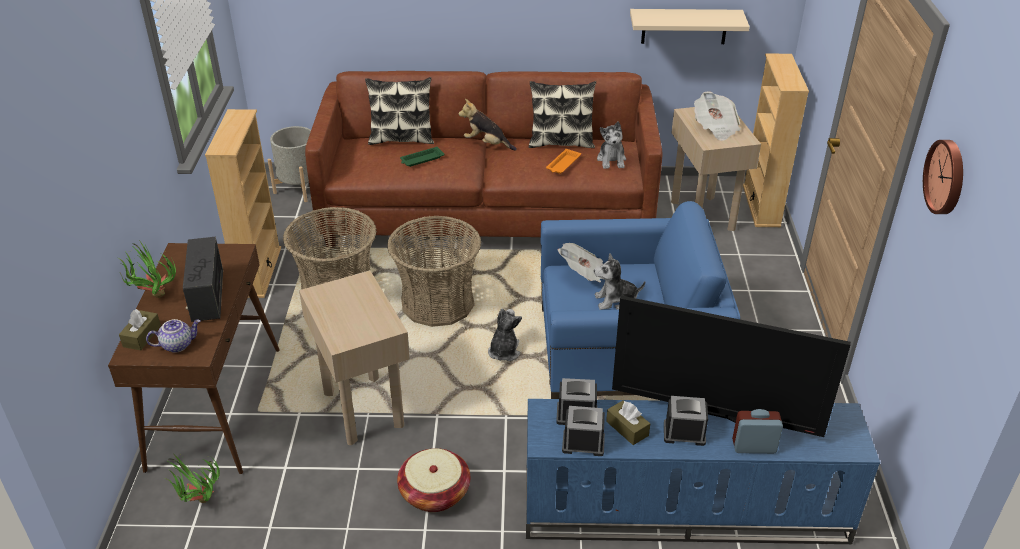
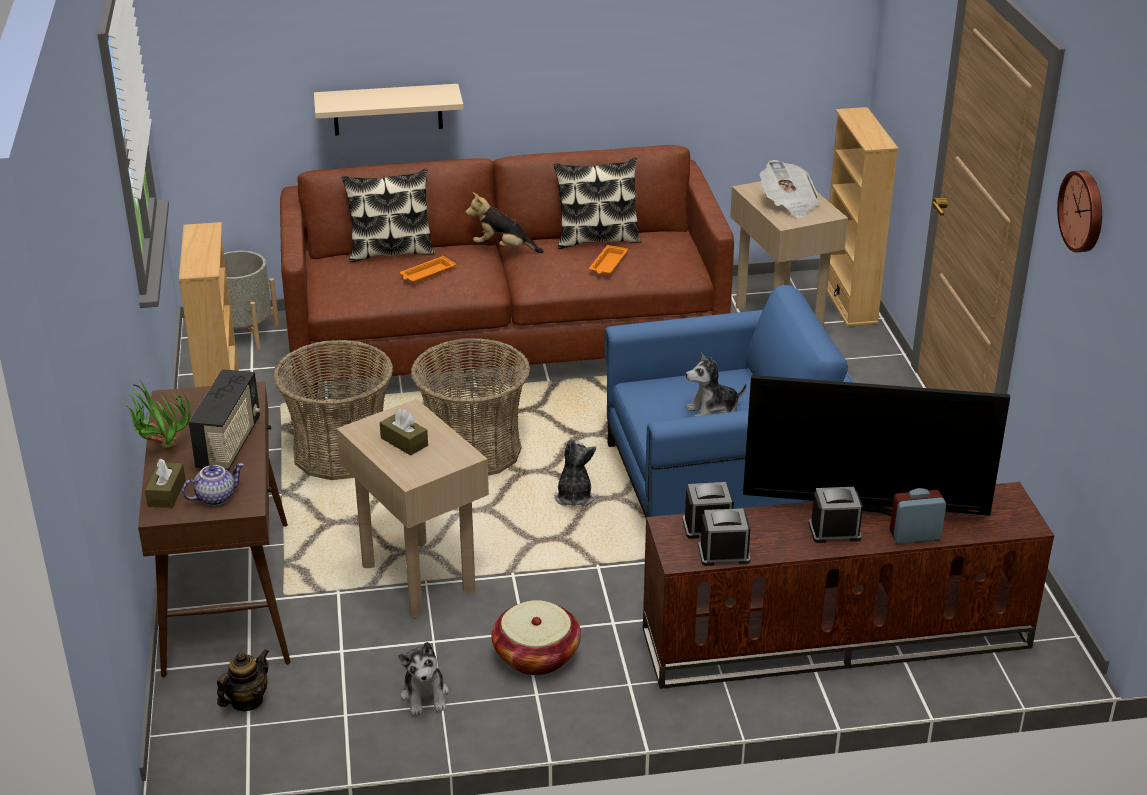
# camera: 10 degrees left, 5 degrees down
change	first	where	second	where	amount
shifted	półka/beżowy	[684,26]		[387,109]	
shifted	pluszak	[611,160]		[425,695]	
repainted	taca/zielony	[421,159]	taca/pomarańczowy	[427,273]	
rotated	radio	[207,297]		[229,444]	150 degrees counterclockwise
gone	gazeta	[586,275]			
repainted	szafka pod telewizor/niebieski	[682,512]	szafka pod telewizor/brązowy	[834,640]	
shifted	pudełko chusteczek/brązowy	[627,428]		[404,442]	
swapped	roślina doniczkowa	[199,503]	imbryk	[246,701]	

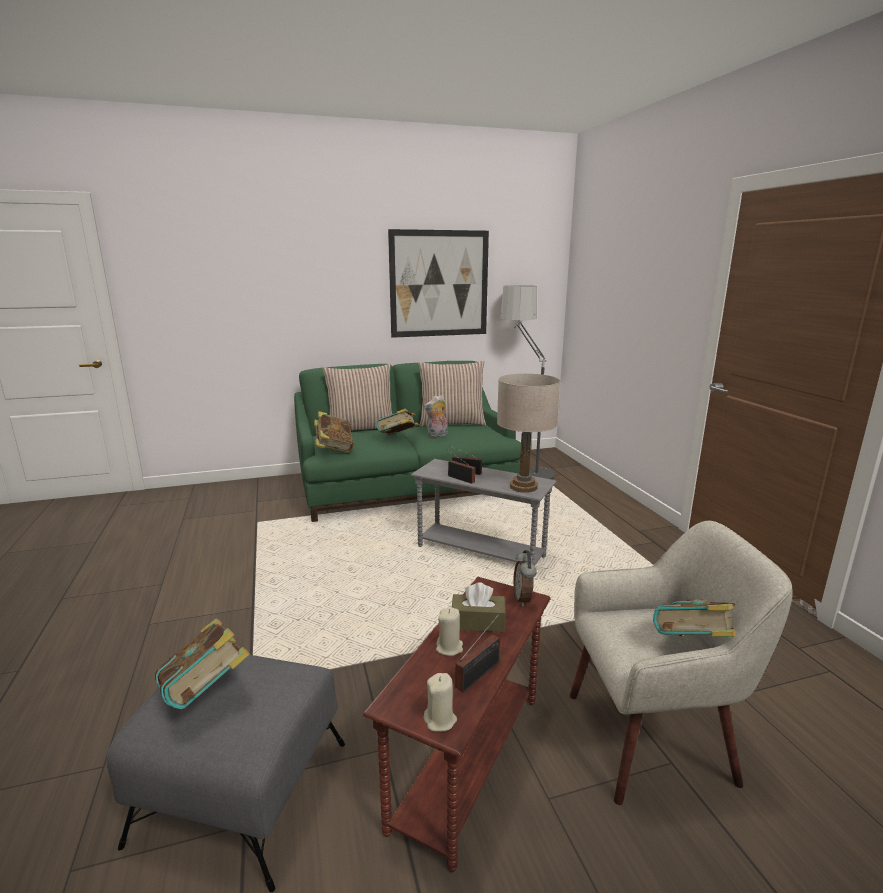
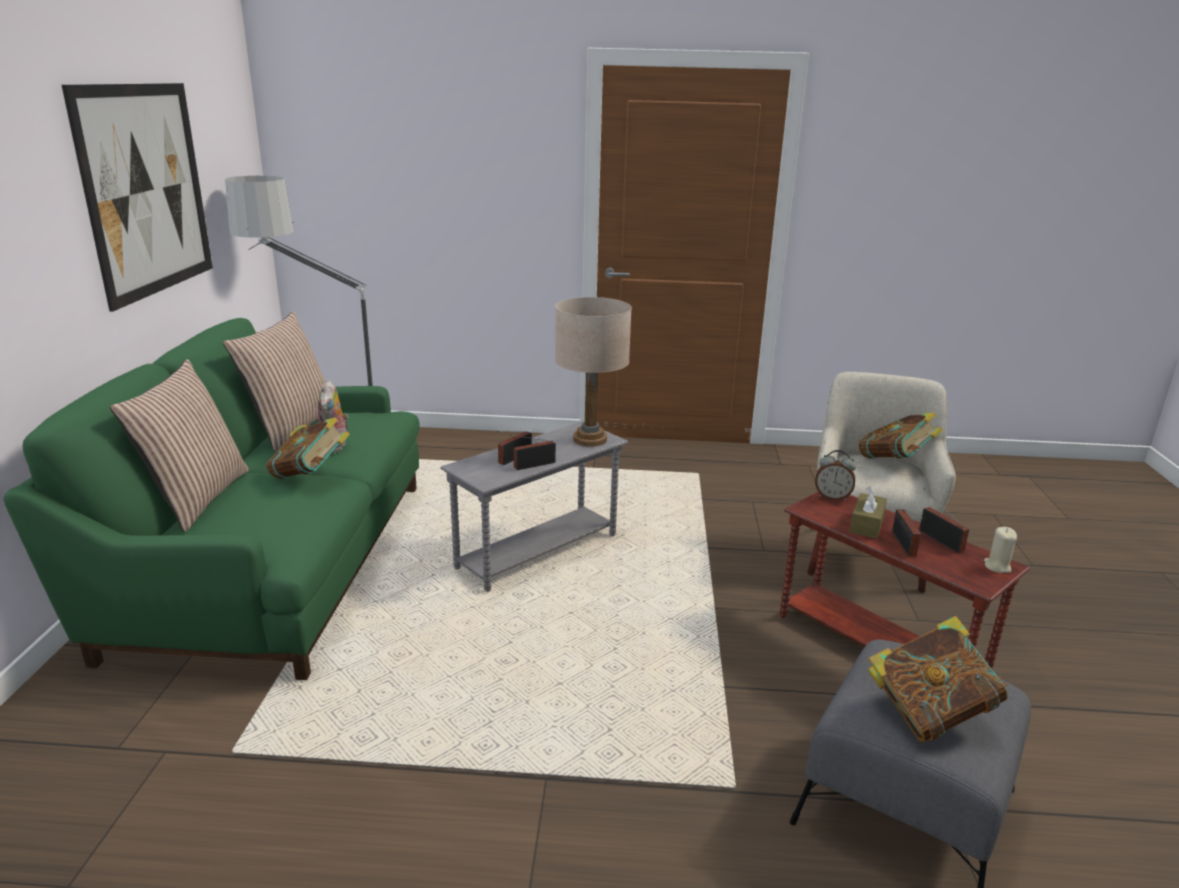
# camera: 70 degrees left, 5 degrees up
change	first	where	second	where	amount
gone	książka	[334,449]			
swapped	świeca/beżowy	[449,648]	radio	[904,545]	

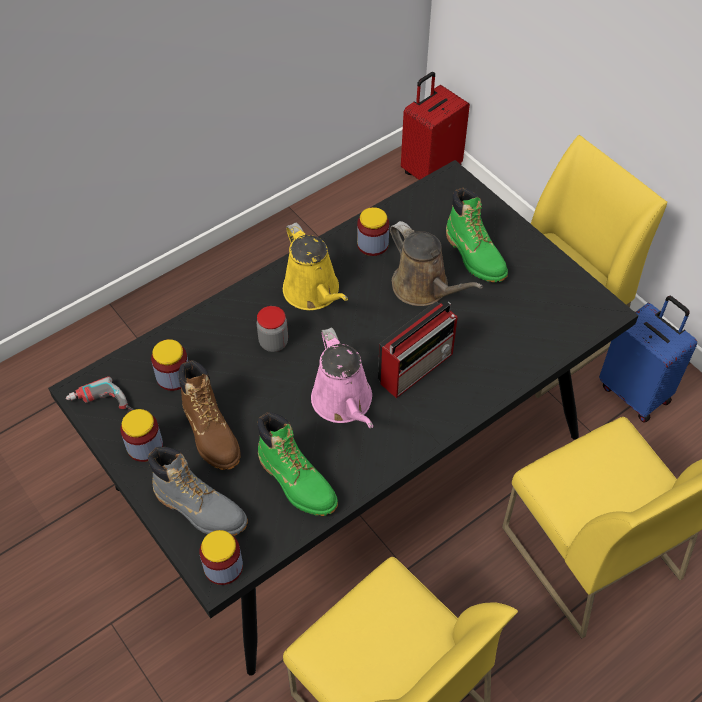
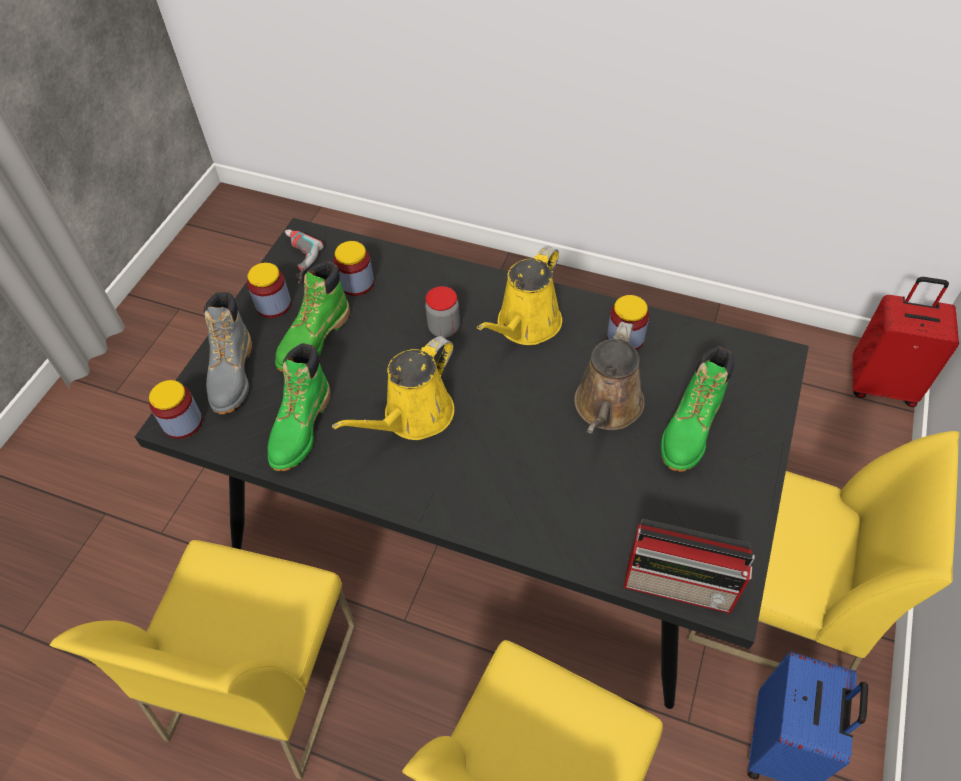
# camera: 60 degrees right, 0 degrees up
change	first	where	second	where	amount
shifted	radio	[417,366]		[681,585]	
repainted	konewka/różowy	[344,403]	konewka/żółty	[413,417]	
repainted	but z cholewką/brązowy	[211,433]	but z cholewką/zielony	[314,340]	

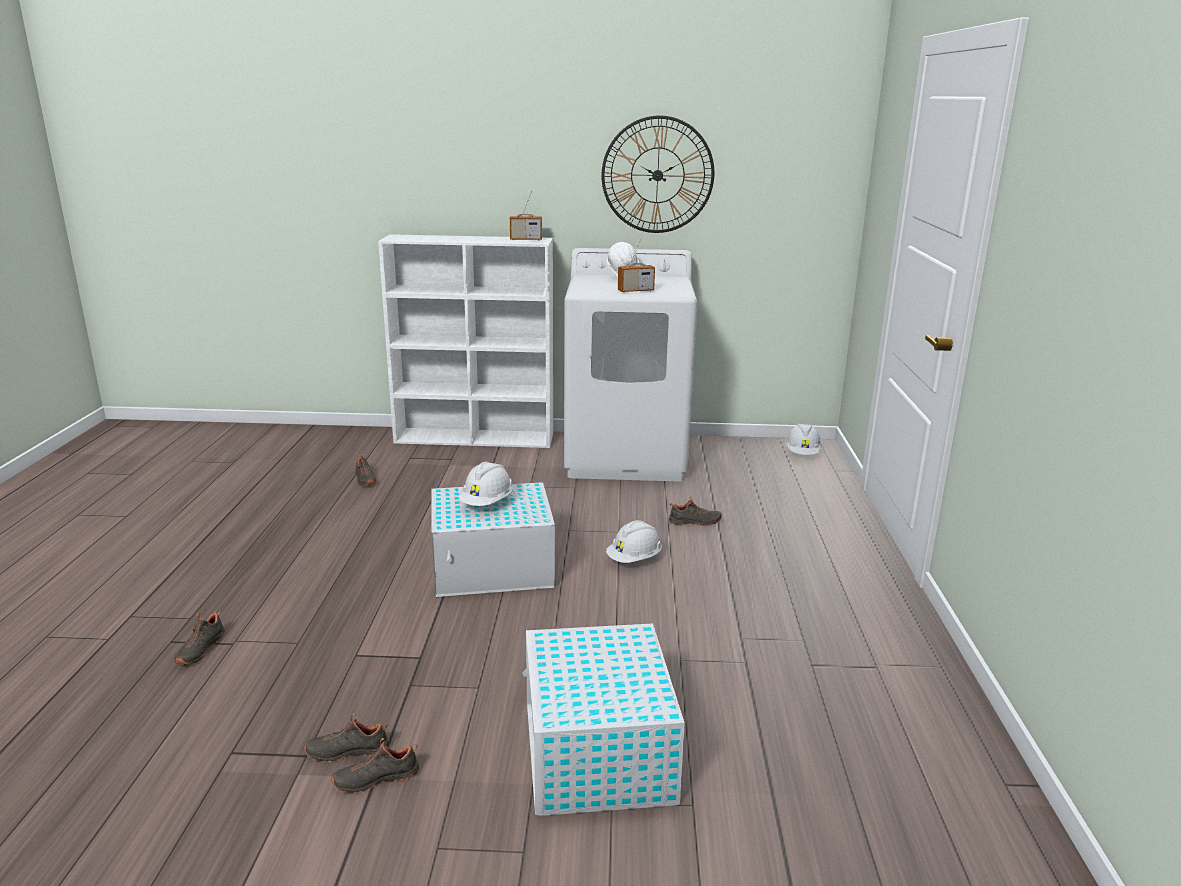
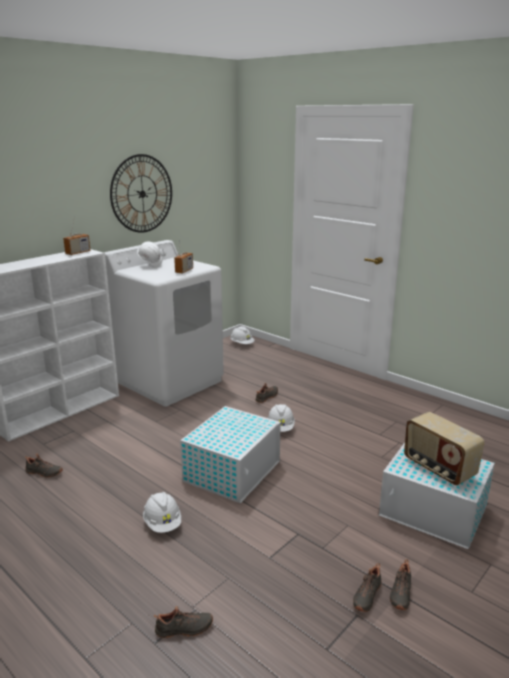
# camera: 50 degrees left, 0 degrees up
change	first	where	second	where	amount
shifted	kask/biały	[487,503]		[163,523]	
rotated	but/czarny	[199,649]		[184,629]	60 degrees counterclockwise
new			radio	[438,468]	

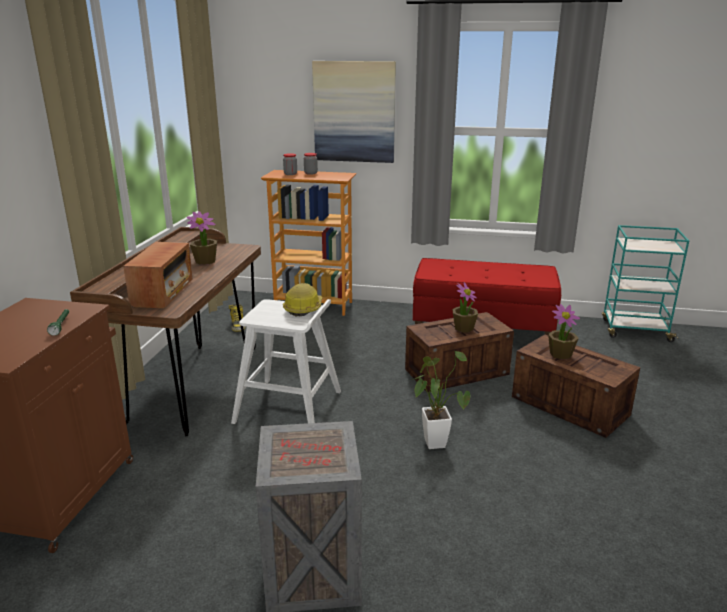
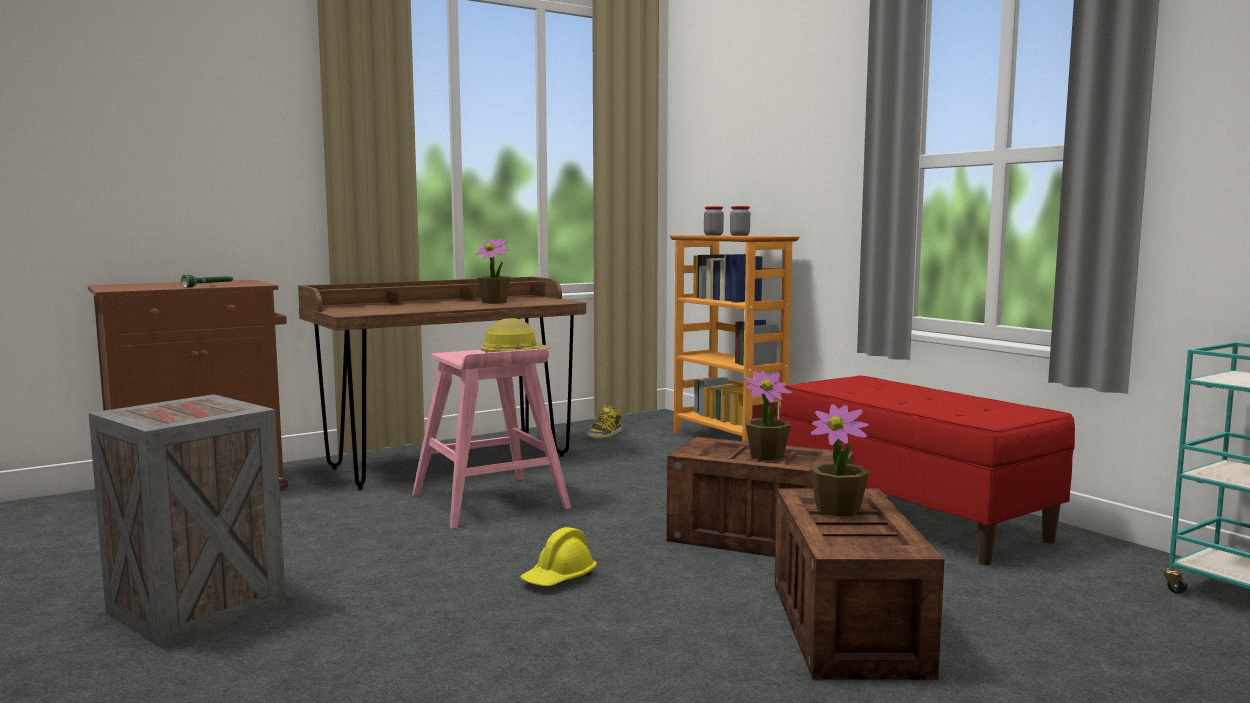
# camera: 45 degrees right, 15 degrees down
change	first	where	second	where	amount
gone	obraz	[354,112]			
gone	radio	[163,293]			
repainted	stołek/biały	[289,407]	stołek/różowy	[490,501]	
swapped	roślina doniczkowa	[434,440]	kask/żółty	[559,578]	

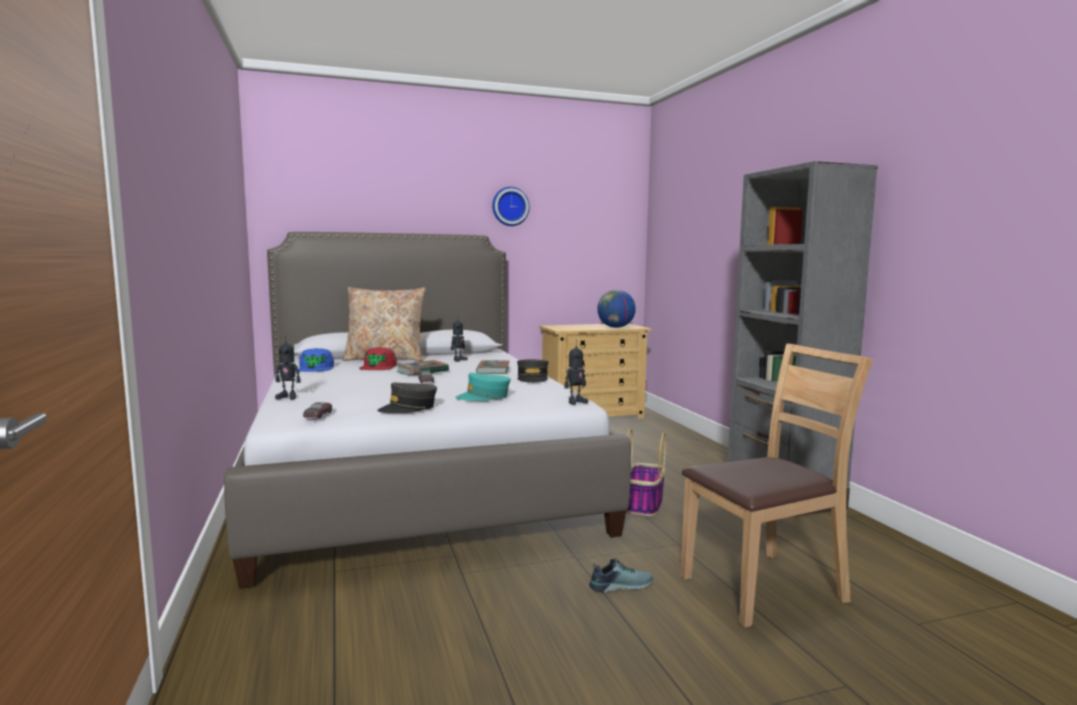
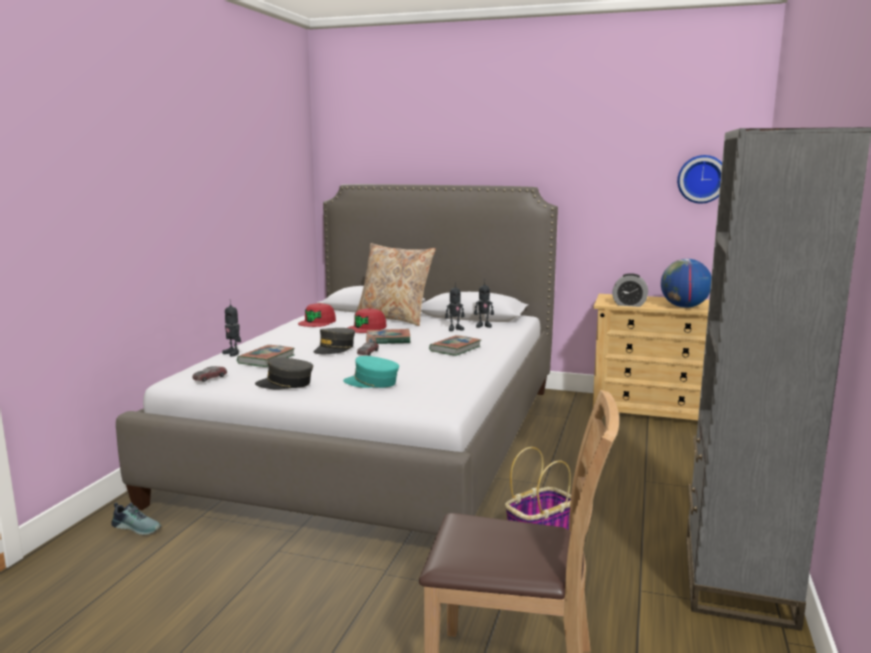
# camera: 35 degrees right, 5 degrees up
change	first	where	second	where	amount
shifted	zegar ścienny	[510,206]		[702,179]	
shifted	robot zabawkowy	[575,402]		[483,326]	
repainted	czapka z daszkiem/niebieski	[316,368]	czapka z daszkiem/czerwony	[317,322]	
shifted	czapka z daszkiem/szary	[532,378]		[334,348]	
shifted	but	[620,585]		[137,527]	
new			budzik	[629,305]	
new			książka	[266,359]	

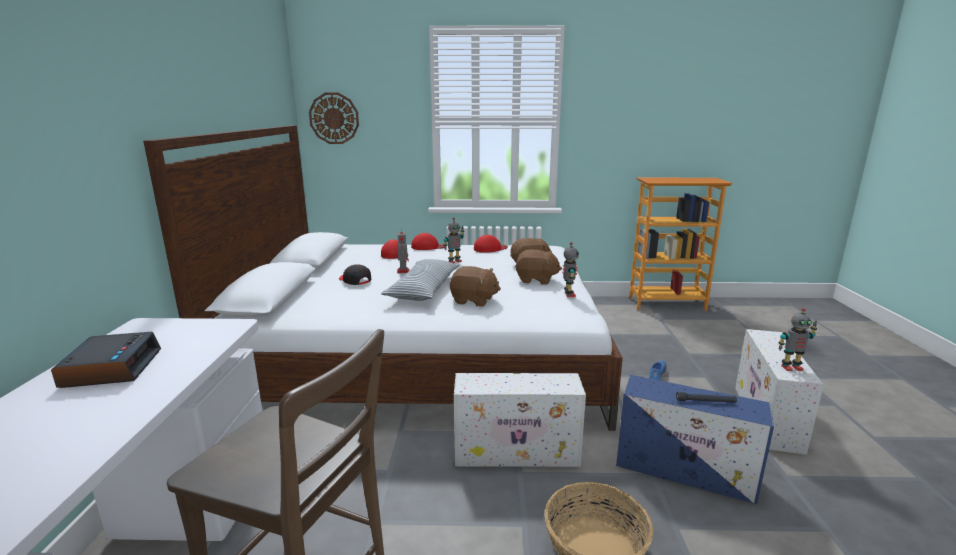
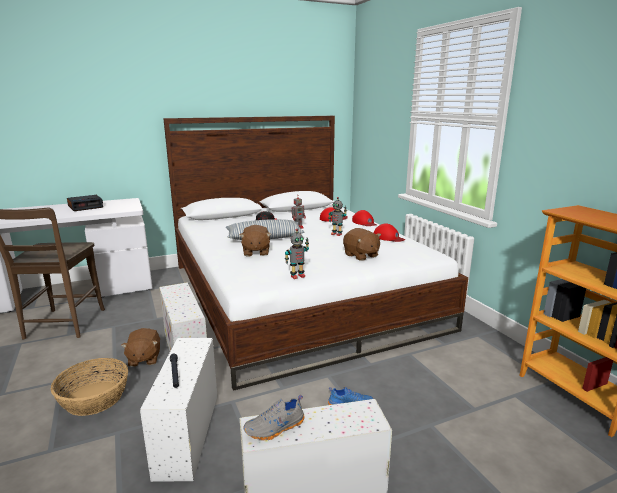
# camera: 65 degrees right, 0 degrees up
change	first	where	second	where	amount
gone	zegar ścienny	[334,118]			
shifted	pluszak/brązowy	[536,280]		[144,359]	
swapped	robot zabawkowy	[791,367]	but/szary	[275,428]	
repainted	pojemnik do przechowywania/niebieski	[686,471]	pojemnik do przechowywania/biały	[187,435]	

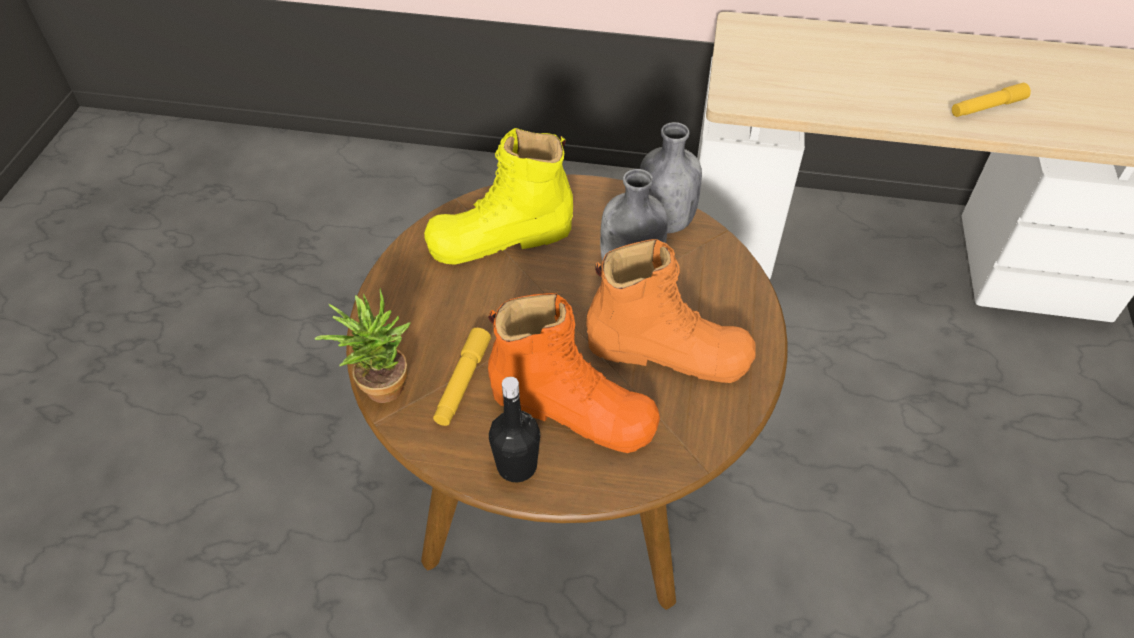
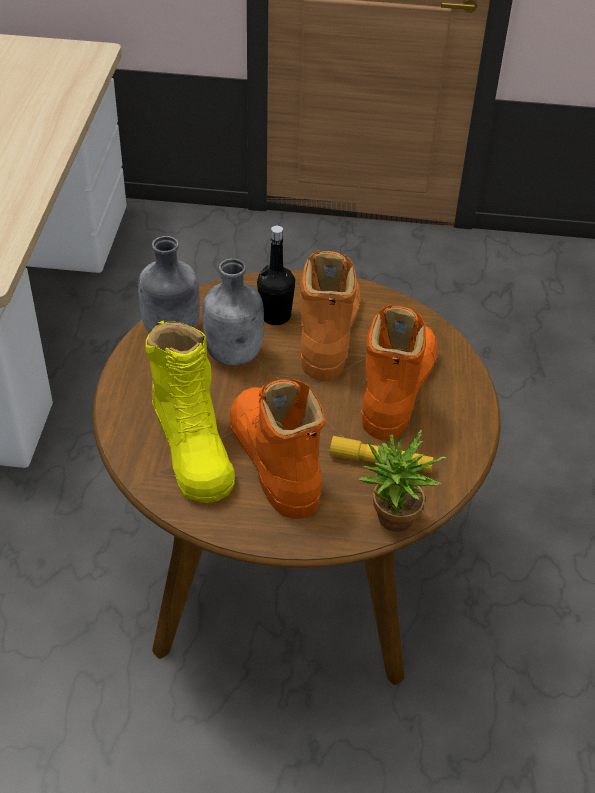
# camera: 95 degrees left, 5 degrees down
change	first	where	second	where	amount
gone	latarka/żółty	[987,107]			
shifted	butelka/czarny	[517,466]		[275,316]	
new			but z cholewką/pomarańczowy	[274,460]	

